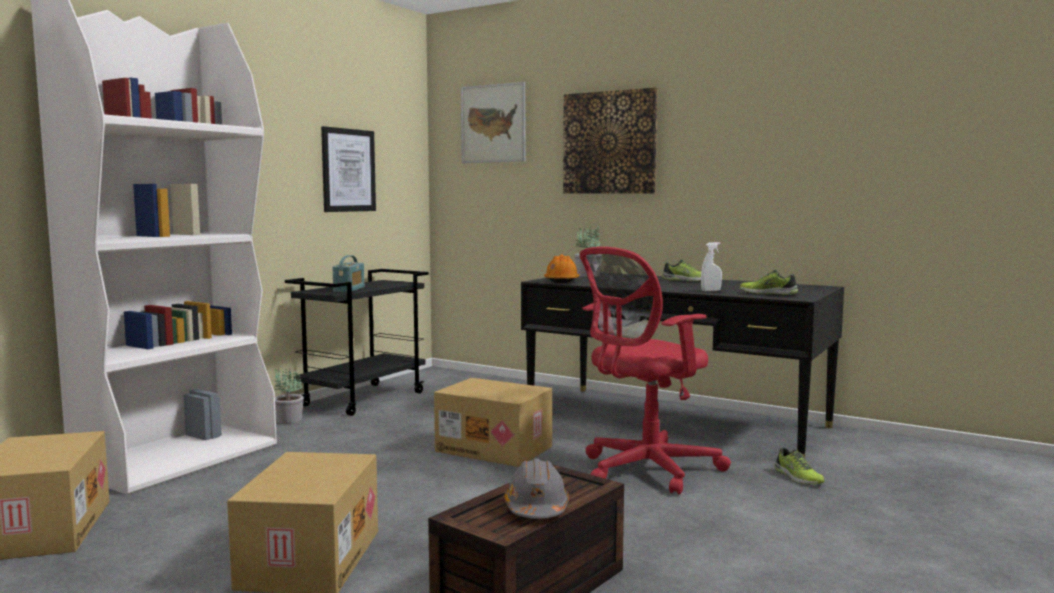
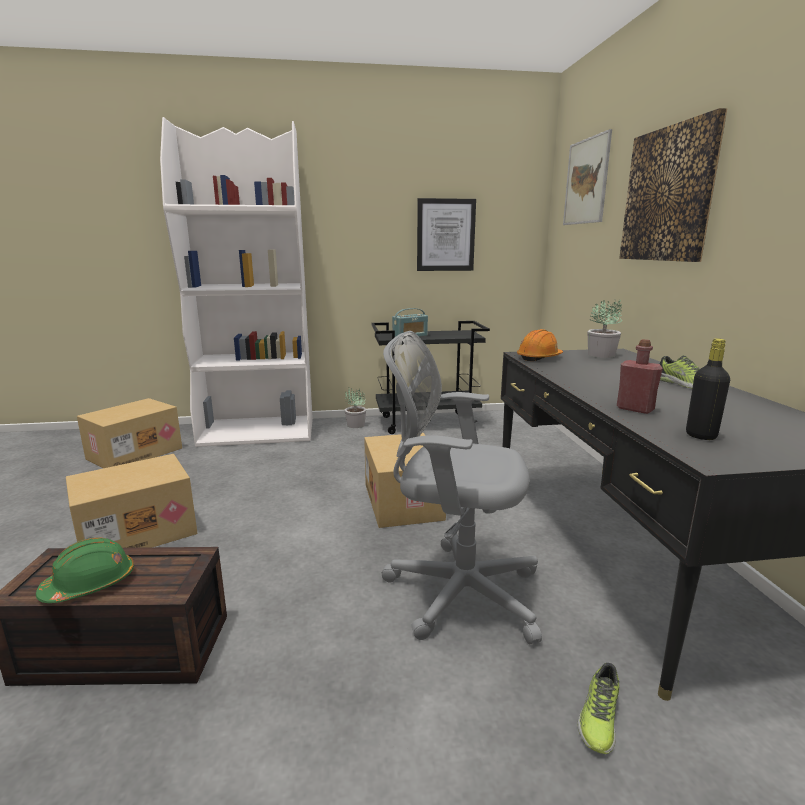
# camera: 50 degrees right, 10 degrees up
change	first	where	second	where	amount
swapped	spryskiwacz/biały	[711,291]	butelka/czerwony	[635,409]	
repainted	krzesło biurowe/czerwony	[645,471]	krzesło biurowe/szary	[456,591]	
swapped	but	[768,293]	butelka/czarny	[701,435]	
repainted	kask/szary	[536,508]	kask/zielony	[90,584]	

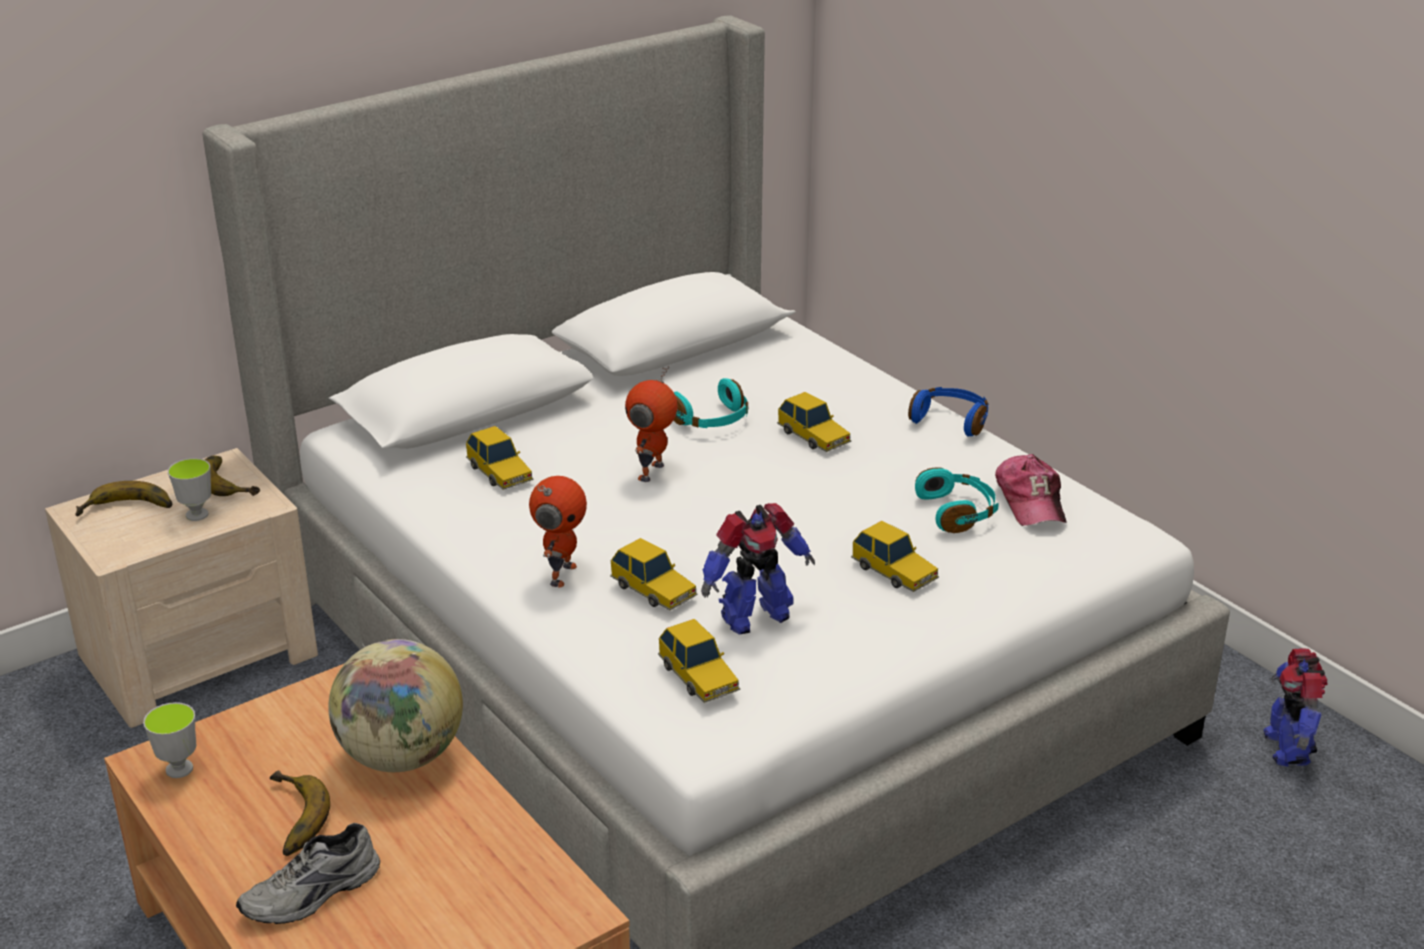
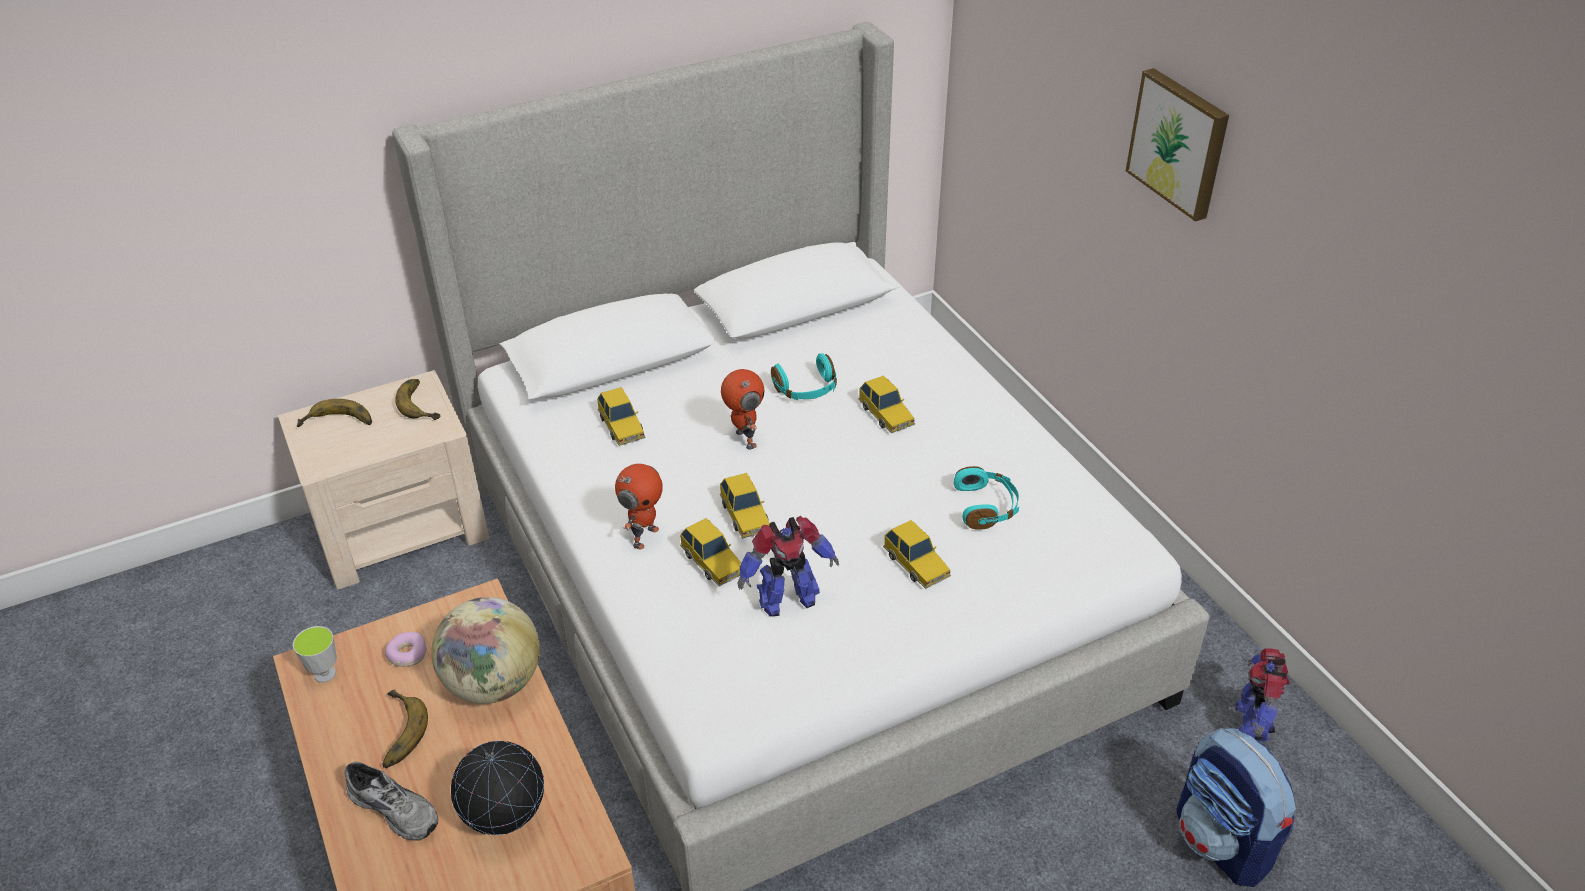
# camera: 10 degrees right, 10 degrees up
change	first	where	second	where	amount
rotated	robot zabawkowy	[653,472]		[744,439]	120 degrees clockwise
gone	słuchawki/niebieski	[951,420]			
gone	czapka z daszkiem	[1031,501]			
gone	filiżanka	[197,515]			
shifted	samochodzik	[699,676]		[745,515]	
rotated	but/szary	[313,895]		[396,808]	120 degrees counterclockwise
new			obraz	[1180,143]	
new			donut	[407,654]	
new			plecak	[1224,842]	
new			globus	[506,821]	

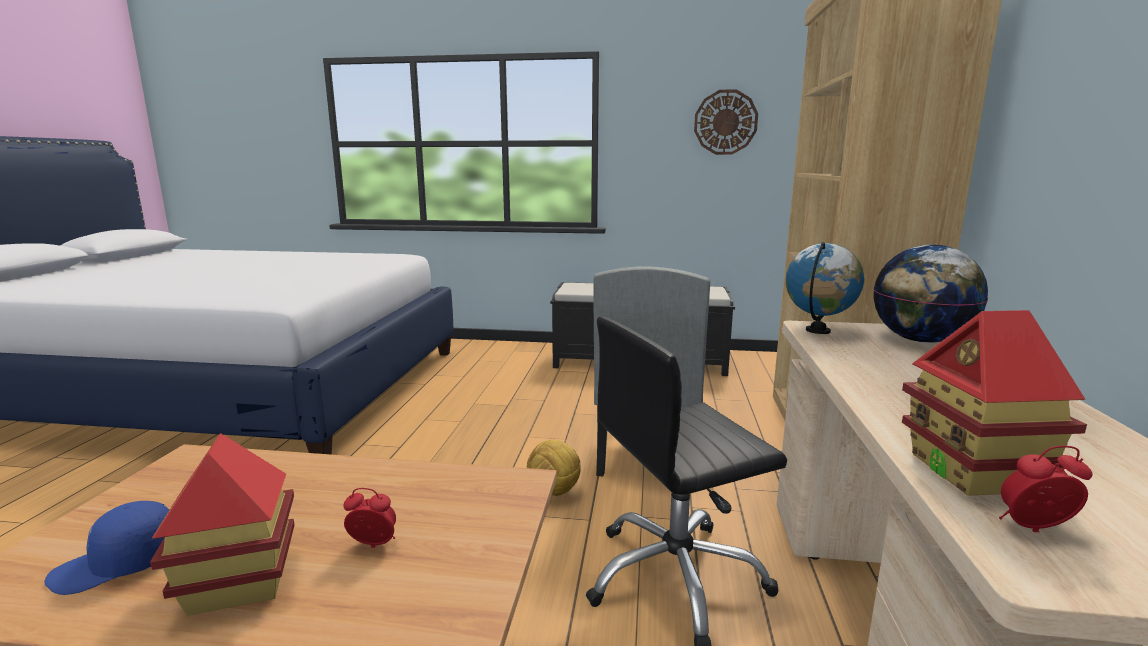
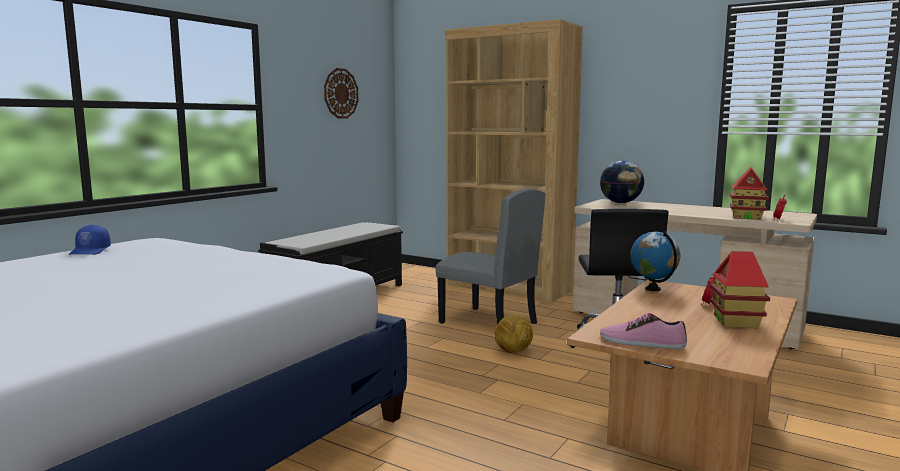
# camera: 65 degrees left, 5 degrees down
change	first	where	second	where	amount
shifted	globus	[818,331]		[653,289]	
shifted	czapka z daszkiem/niebieski	[117,565]		[91,251]	
new			but	[642,342]	

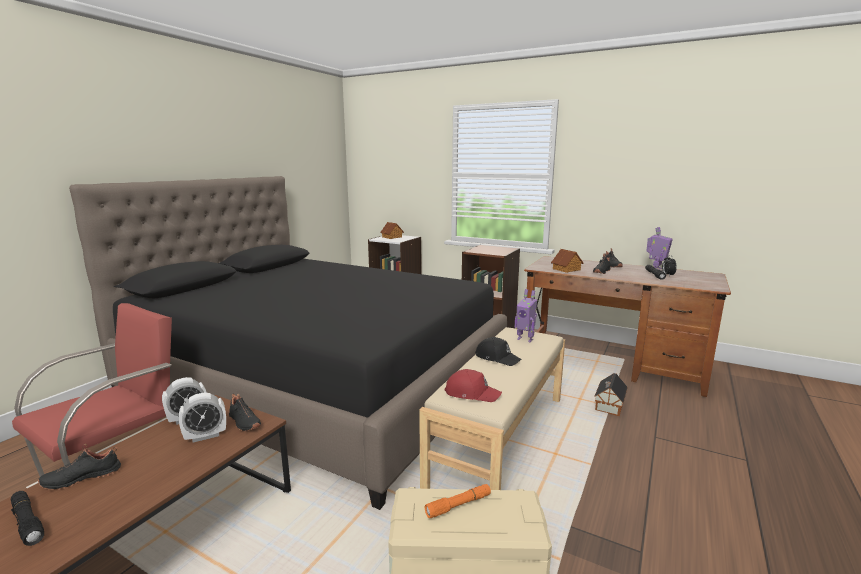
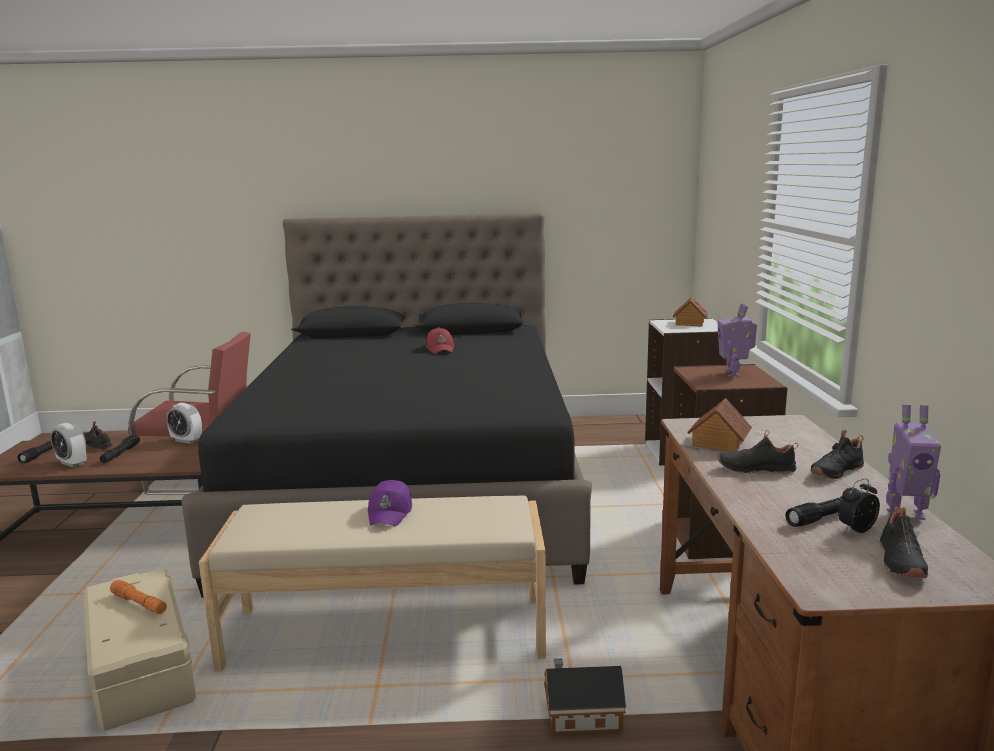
# camera: 60 degrees right, 0 degrees up
change	first	where	second	where	amount
shifted	robot zabawkowy	[525,339]		[734,374]	
repainted	czapka z daszkiem/czarny	[497,358]	czapka z daszkiem/fioletowy	[391,512]	
shifted	czapka z daszkiem/czerwony	[471,393]		[440,349]	
shifted	budzik	[205,436]		[72,463]	
shifted	but/czarny	[243,422]		[899,561]	
new			latarka/czarny	[120,454]	

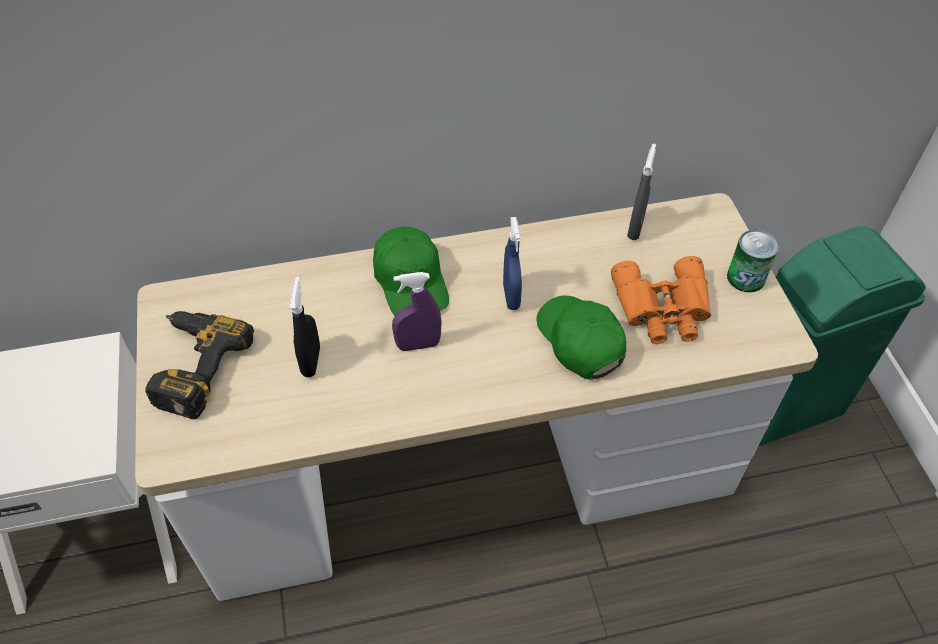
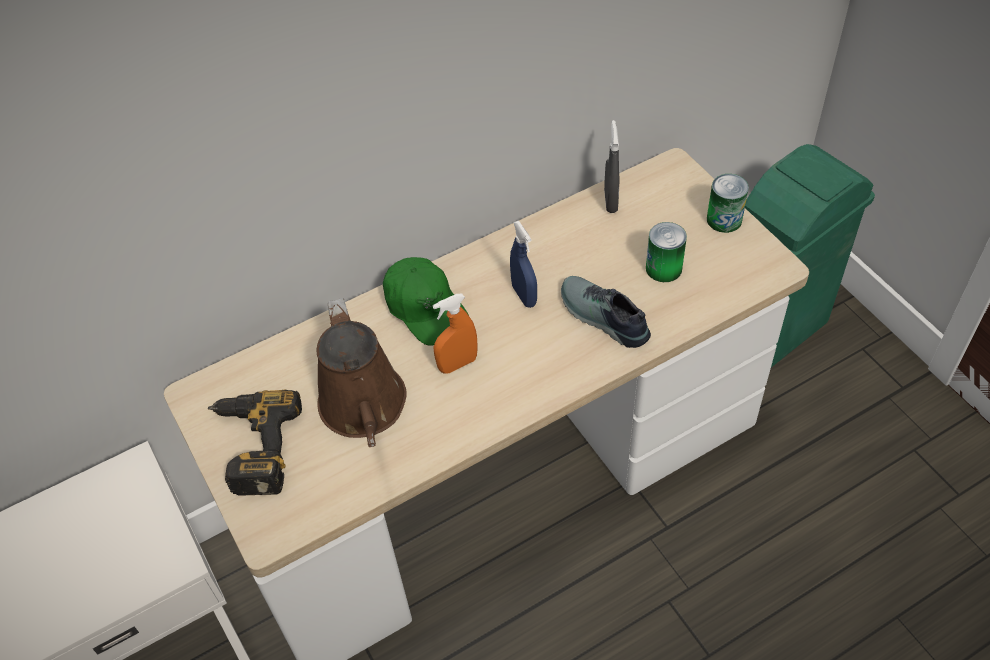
# camera: 15 degrees left, 0 degrees up
change	first	where	second	where	amount
swapped	lornetka/pomarańczowy	[663,309]	puszka	[663,268]	
repainted	spryskiwacz/fioletowy	[418,345]	spryskiwacz/pomarańczowy	[457,364]	
swapped	spryskiwacz/czarny	[311,361]	konewka/brązowy	[364,408]	
swapped	czapka z daszkiem/zielony	[580,341]	but	[602,318]	

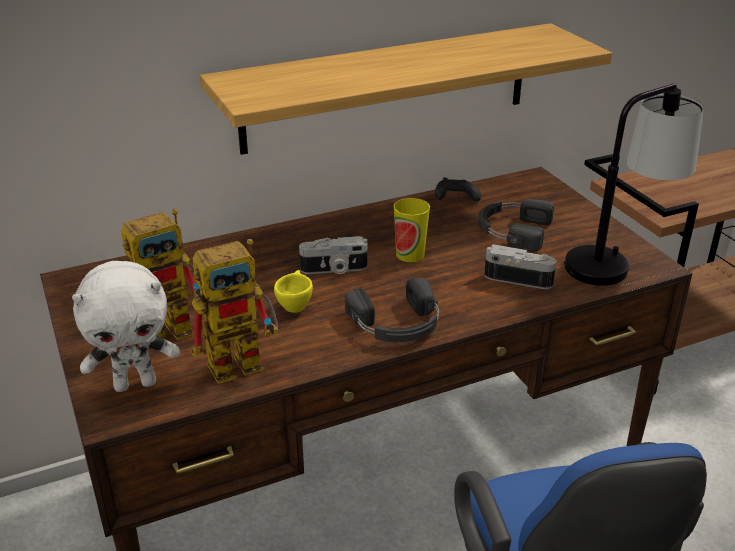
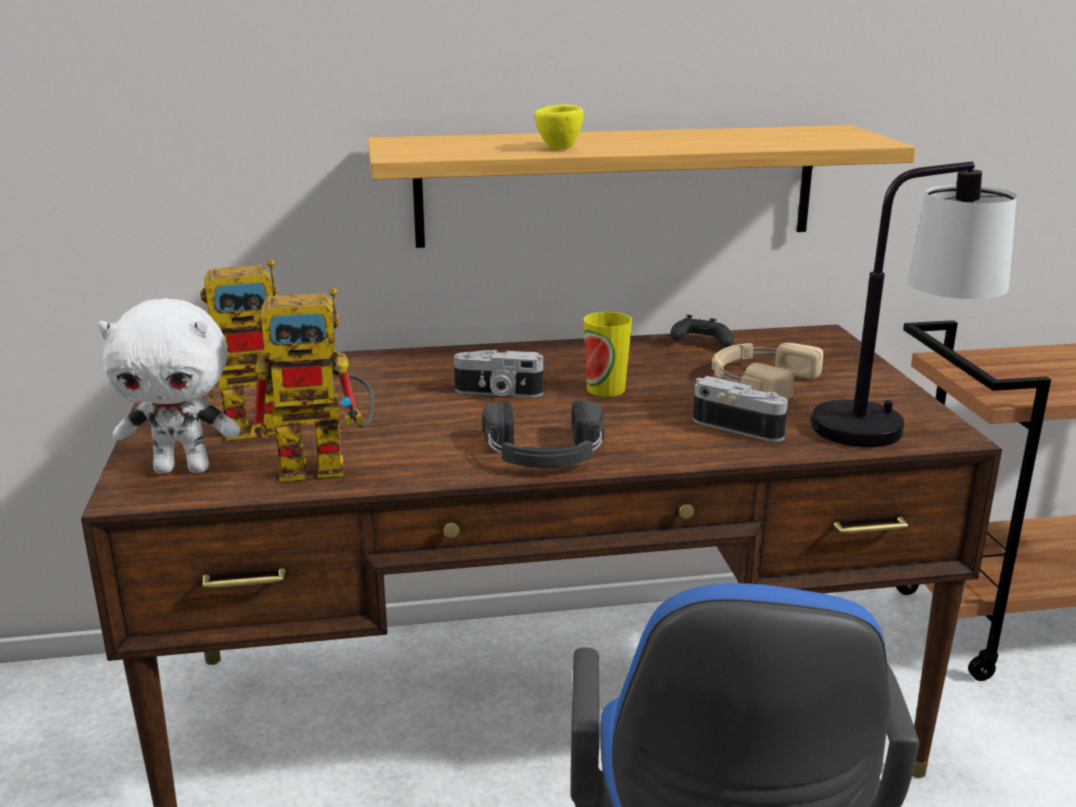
# camera: 15 degrees right, 10 degrees down
change	first	where	second	where	amount
repainted	słuchawki/czarny	[512,230]	słuchawki/beżowy	[759,380]	
shifted	filiżanka/żółty	[294,306]		[560,147]	

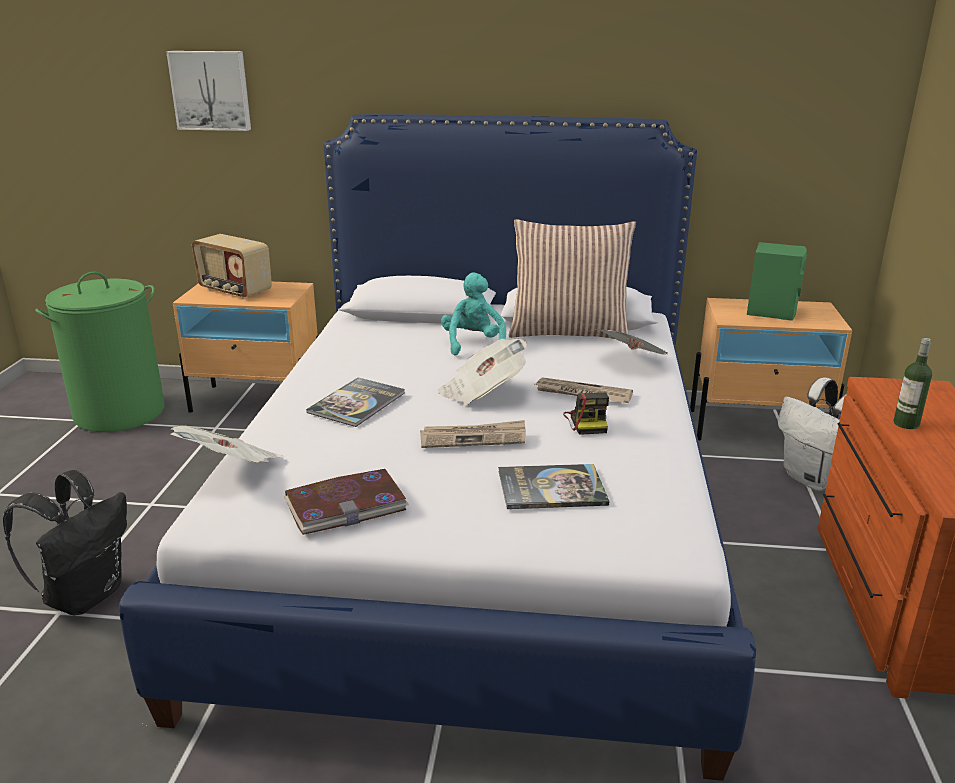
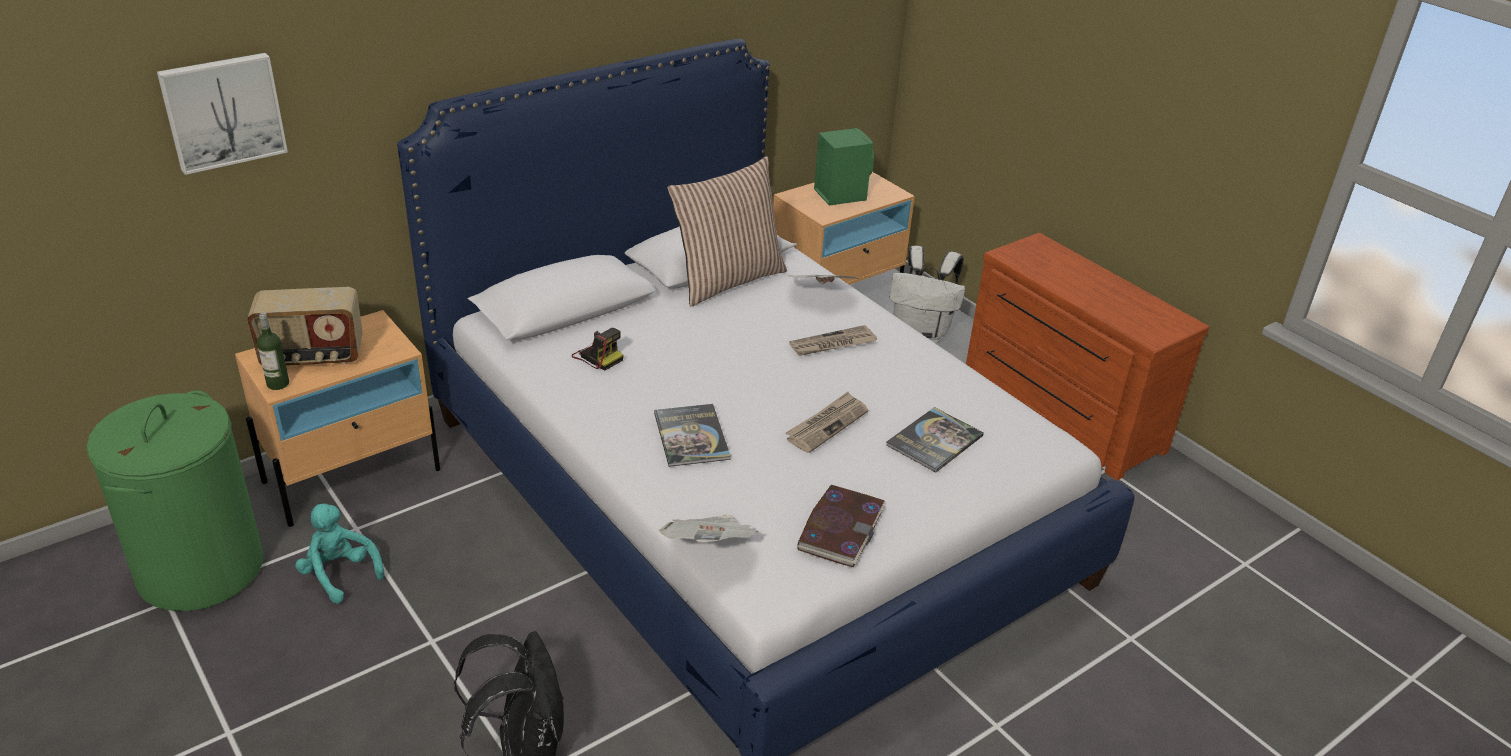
# camera: 45 degrees left, 10 degrees up
change	first	where	second	where	amount
shifted	pluszak/turkusowy	[473,344]		[339,574]	
shifted	butelka	[906,424]		[278,384]	
gone	gazeta	[482,392]			
shifted	aparat fotograficzny	[587,422]		[597,356]	

